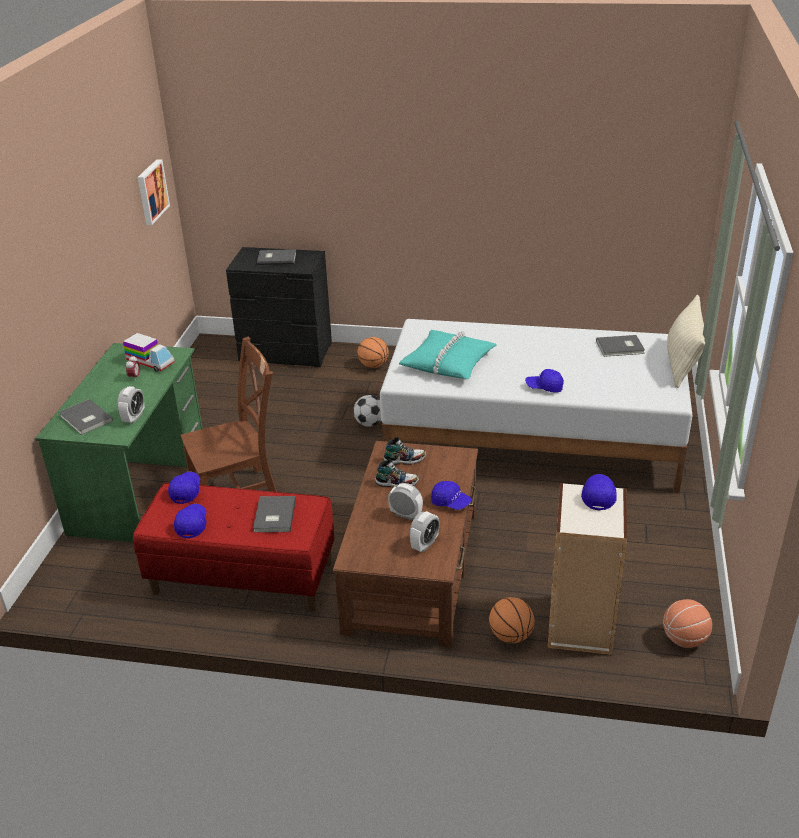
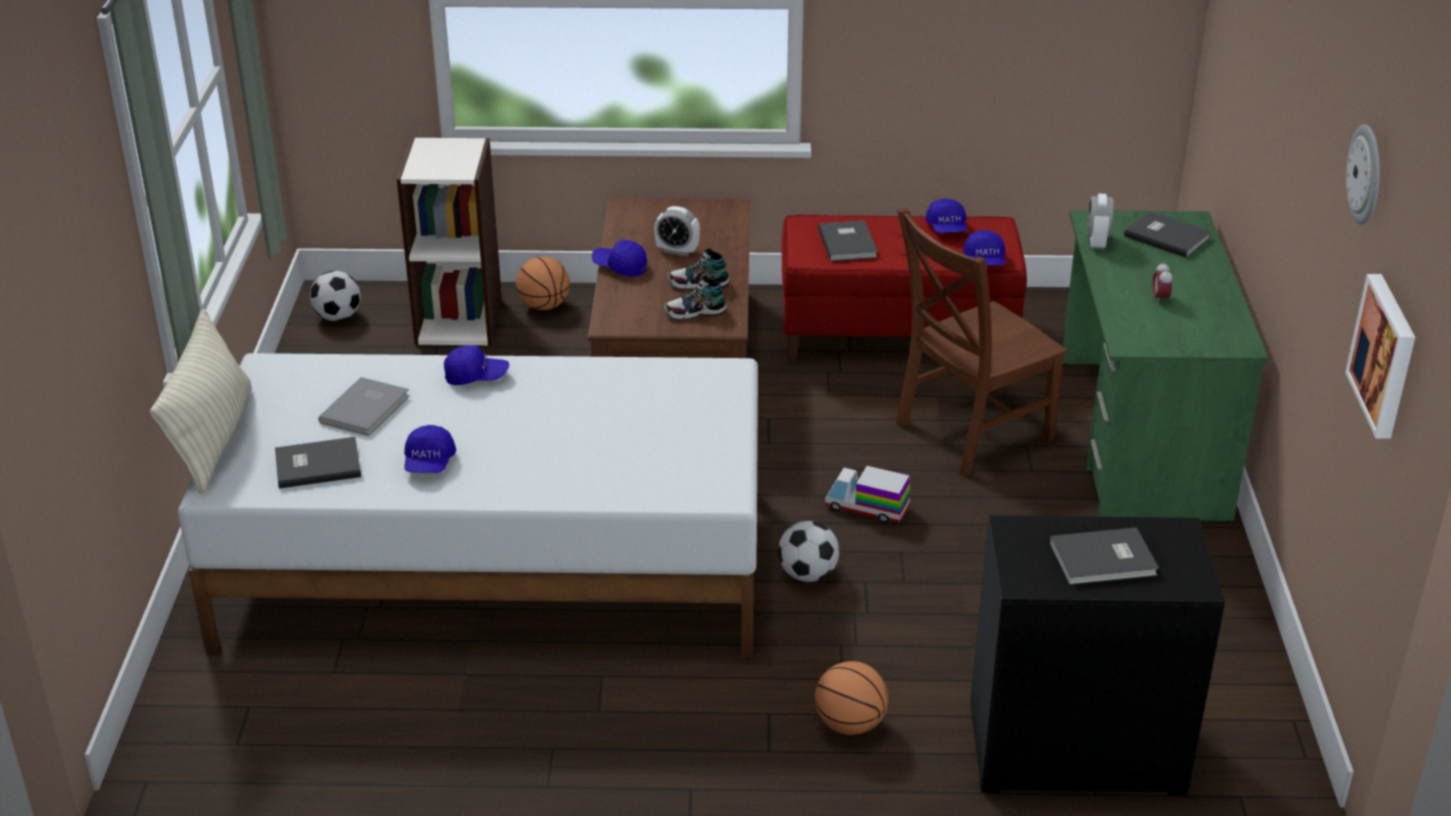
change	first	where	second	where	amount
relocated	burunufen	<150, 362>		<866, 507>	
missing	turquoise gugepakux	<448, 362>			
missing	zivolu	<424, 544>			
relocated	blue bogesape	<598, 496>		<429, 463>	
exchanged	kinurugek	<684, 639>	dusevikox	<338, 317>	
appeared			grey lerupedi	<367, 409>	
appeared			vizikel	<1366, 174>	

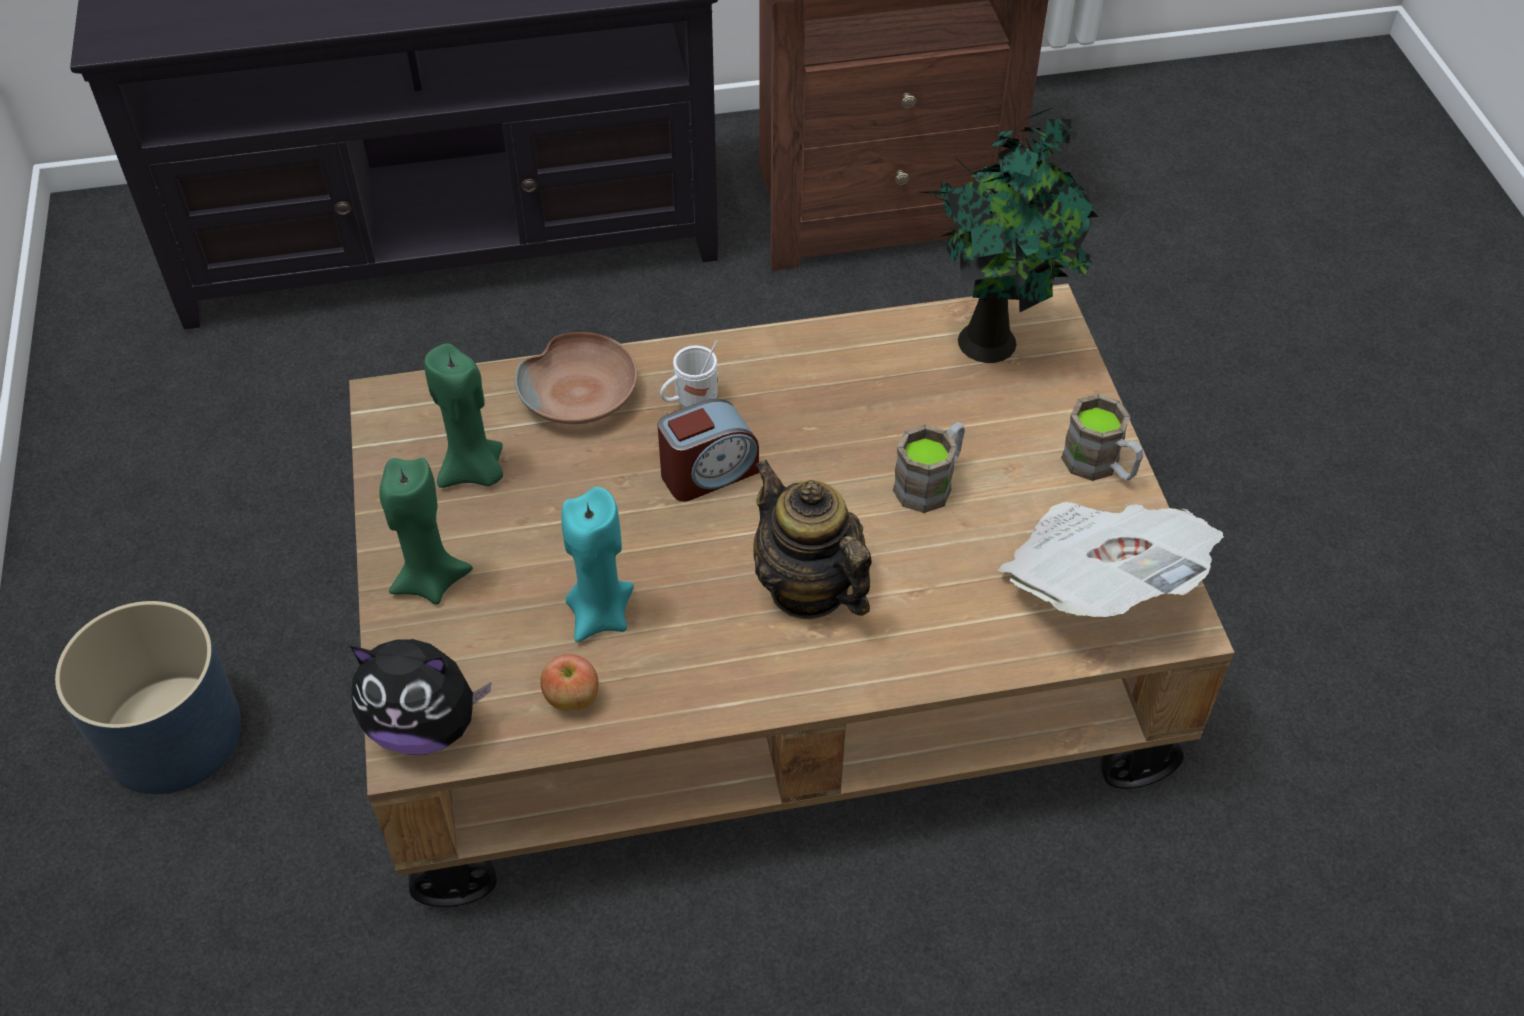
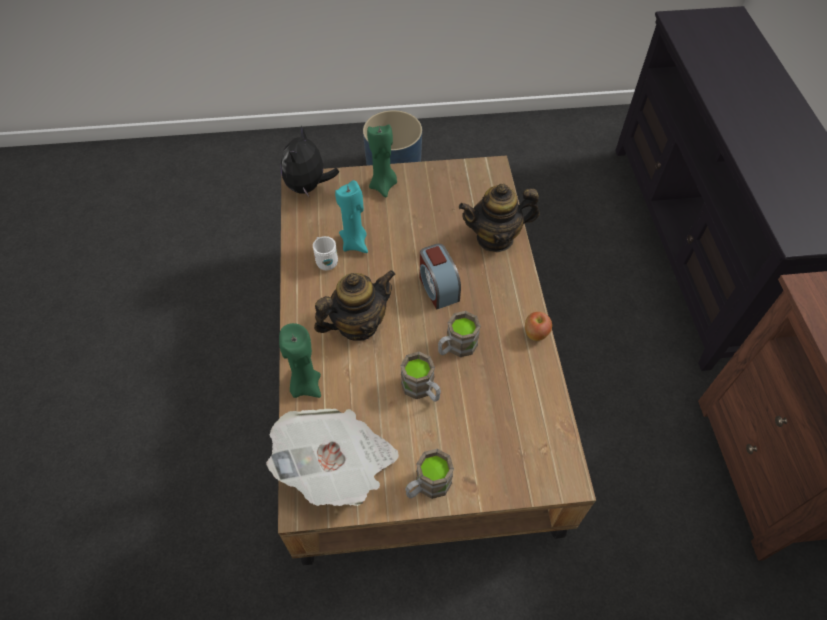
change	first	where	second	where	amount
relocated	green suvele	<475, 472>		<305, 385>	
exchanged	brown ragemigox	<581, 394>	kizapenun	<495, 238>	
relocated	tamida	<572, 700>		<535, 334>	
relocated	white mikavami	<690, 402>		<325, 261>	
missing	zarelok	<993, 341>			
appeared			brown mikavami	<456, 347>	

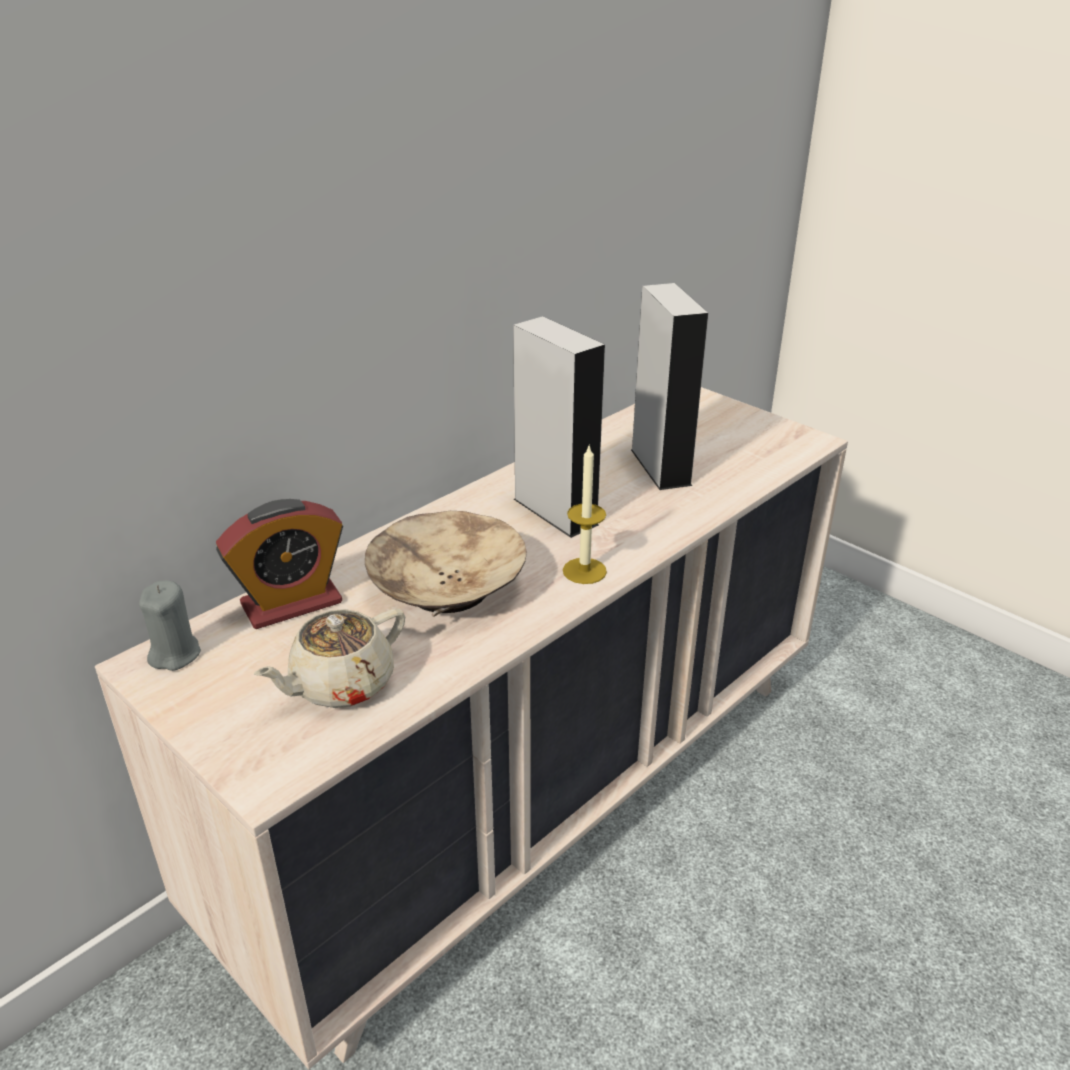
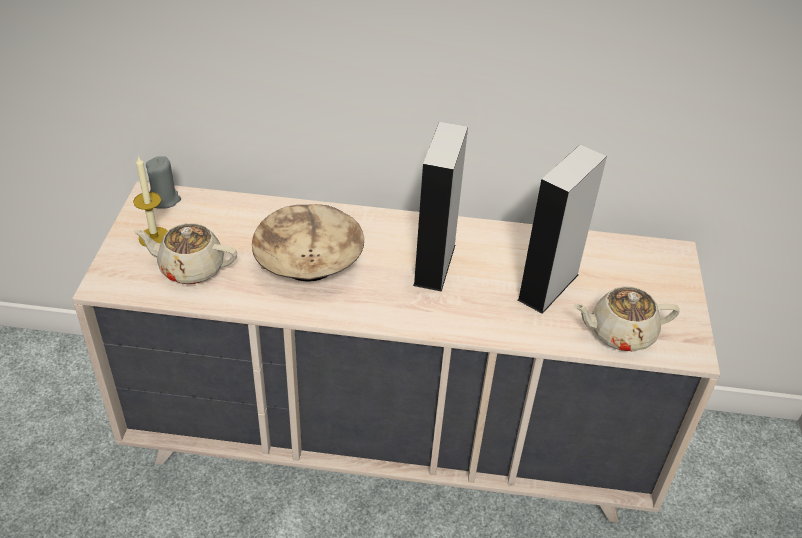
change	first	where	second	where	amount
missing	zivolu	<291, 603>			
relocated	suvele	<584, 571>		<154, 237>	
appeared			beige kizapenun	<620, 333>	

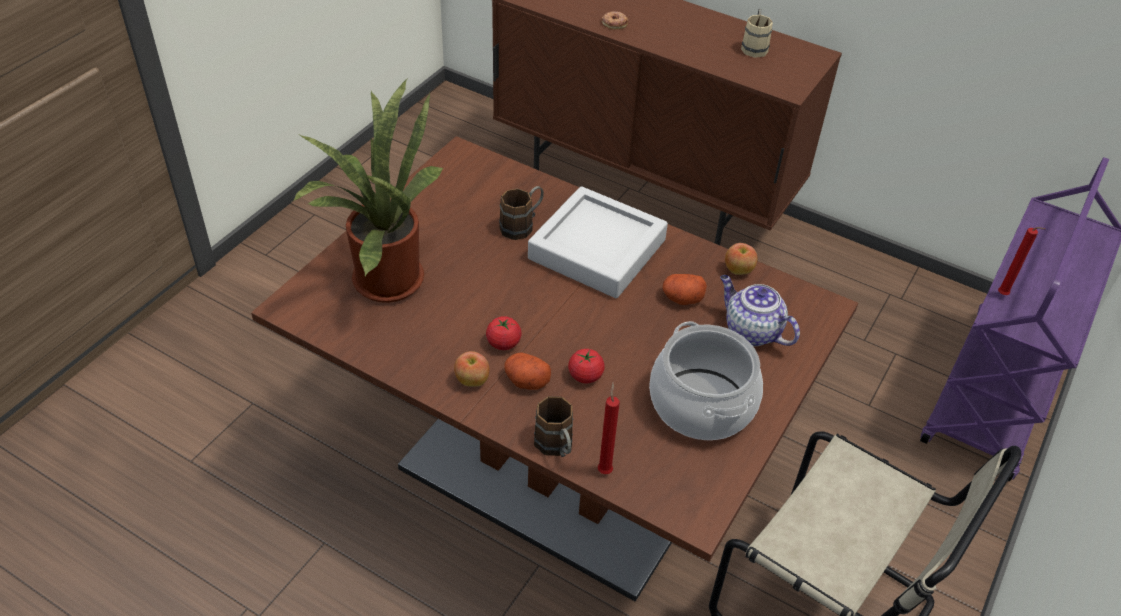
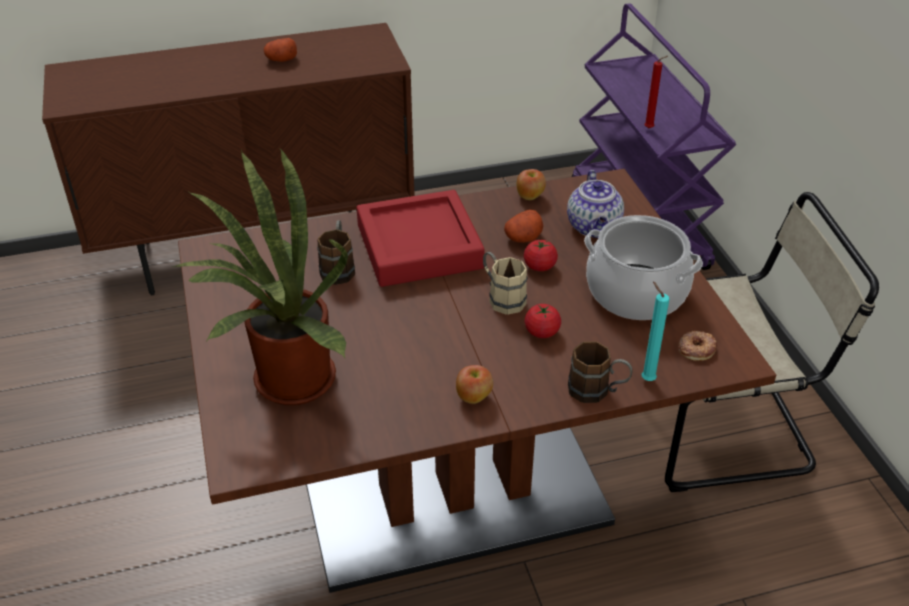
change	first	where	second	where	amount
relocated	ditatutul	<503, 343>		<539, 266>	
relocated	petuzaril	<526, 380>		<281, 60>	
colour	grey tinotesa	<597, 249>	red tinotesa	<419, 246>	
colour	red suvele	<605, 469>	turquoise suvele	<646, 379>	
relocated	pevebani	<614, 23>		<696, 348>	
spun	kizapenun	<751, 331>		<594, 227>	90 degrees counterclockwise
relocated	beige mikavami	<754, 46>		<501, 297>	

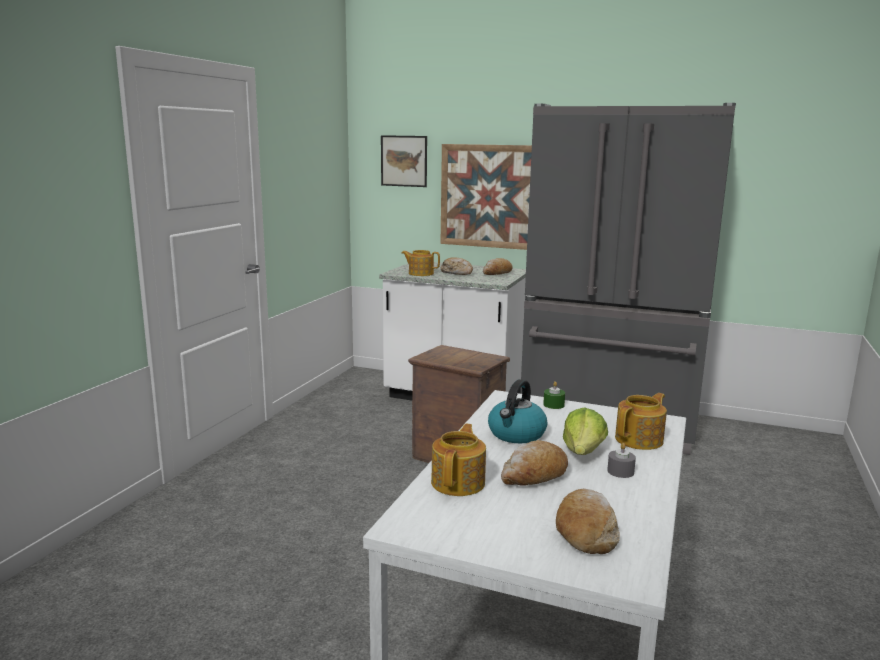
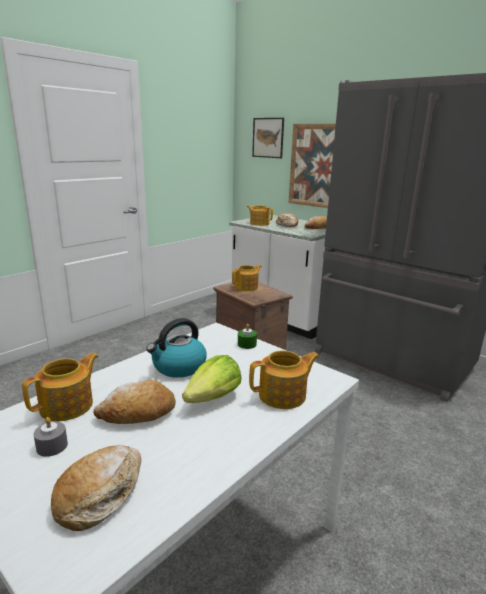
change	first	where	second	where	amount
relocated	grey suvele	<620, 471>		<52, 446>	
appeared			kizapenun	<247, 287>	

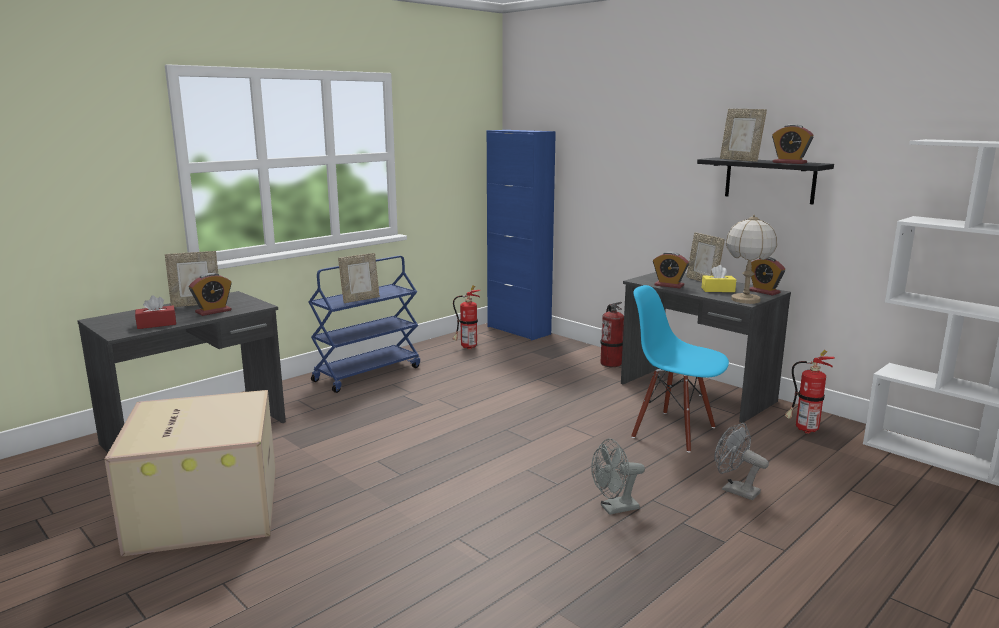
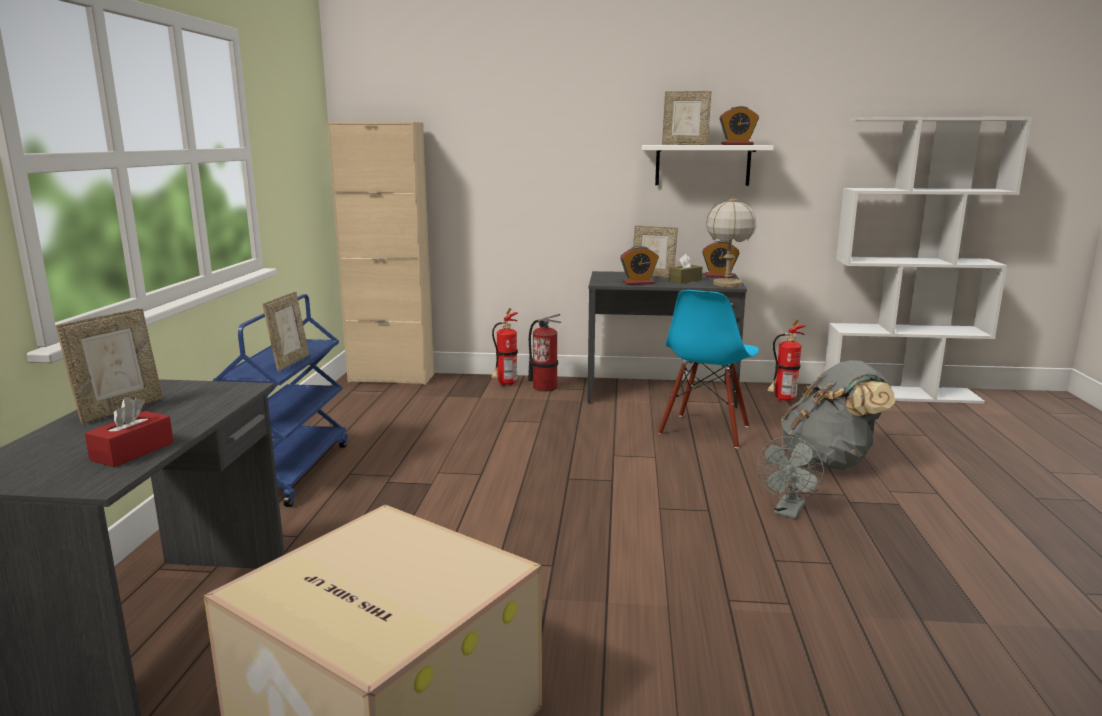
change	first	where	second	where	amount
missing	zivolu	<213, 311>			
relocated	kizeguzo	<466, 347>		<505, 384>	
colour	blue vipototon	<518, 330>	beige vipototon	<391, 378>	
spun	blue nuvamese	<673, 431>		<705, 431>	60 degrees counterclockwise
colour	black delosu	<769, 180>	white delosu	<702, 165>	
colour	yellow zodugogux	<718, 290>	brown zodugogux	<685, 280>	
exchanged	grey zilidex	<734, 490>	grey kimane	<830, 462>	

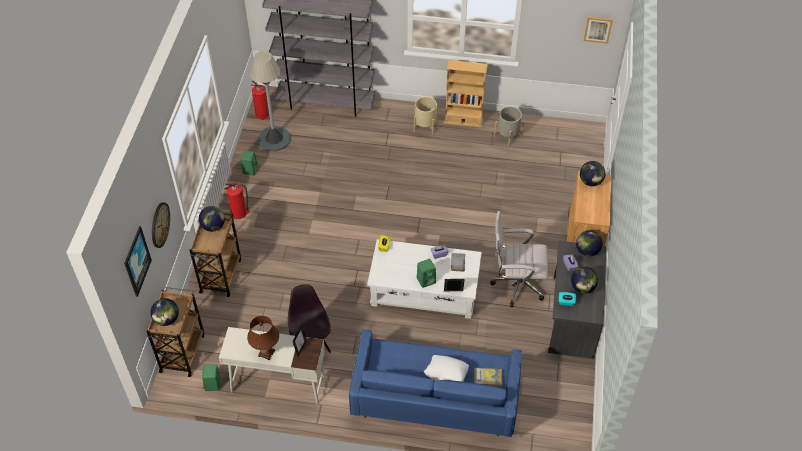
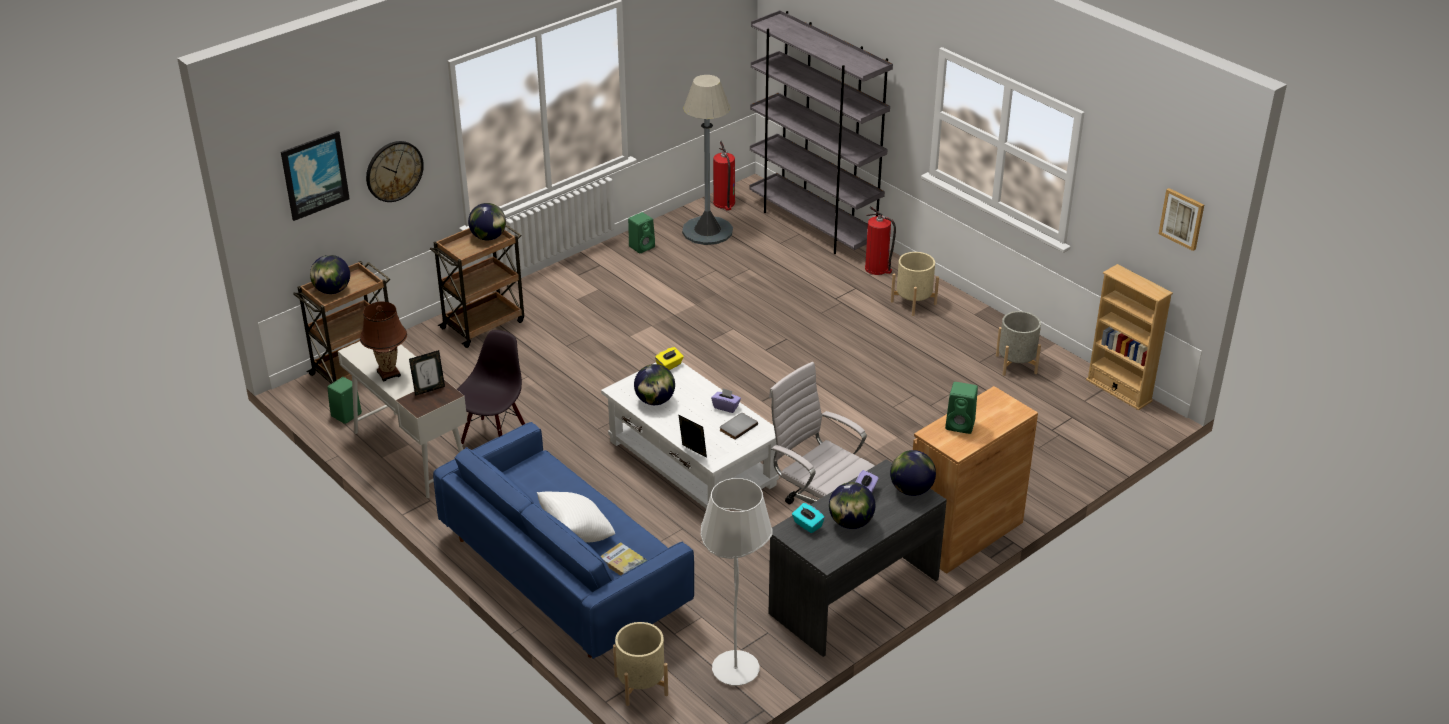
change	first	where	second	where	amount
relocated	kizeguzo	<239, 213>		<877, 269>	
relocated	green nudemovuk	<426, 280>		<961, 425>	
relocated	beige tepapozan	<463, 121>		<1119, 390>	
relocated	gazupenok	<590, 182>		<655, 401>	
appeared			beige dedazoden	<641, 685>	
appeared			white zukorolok	<736, 670>	

